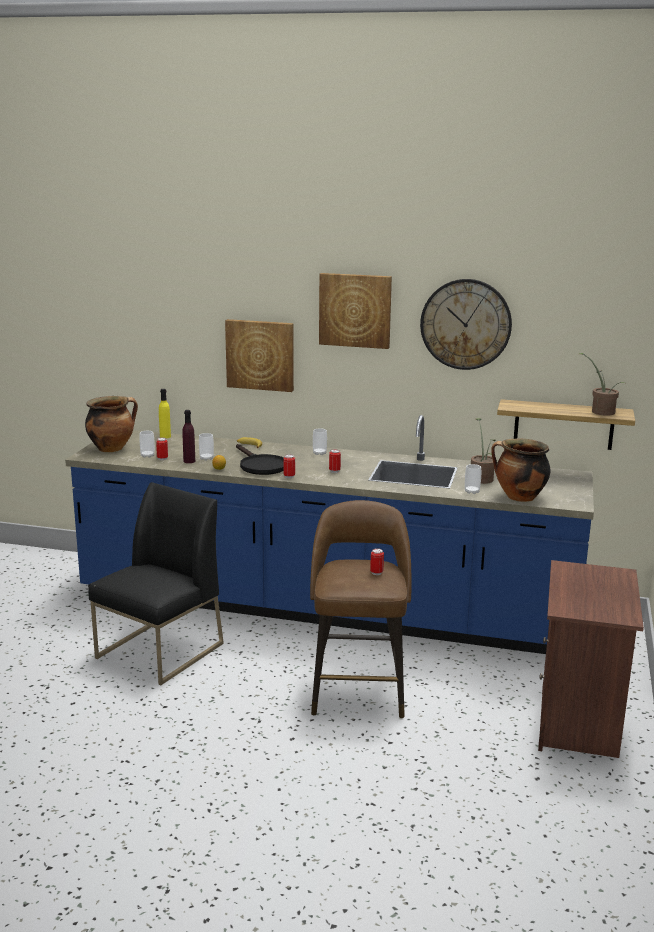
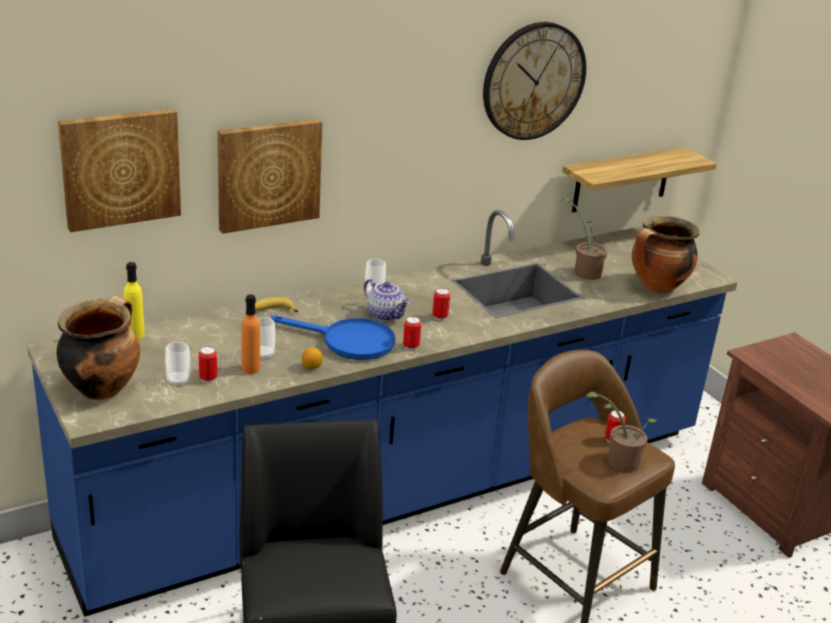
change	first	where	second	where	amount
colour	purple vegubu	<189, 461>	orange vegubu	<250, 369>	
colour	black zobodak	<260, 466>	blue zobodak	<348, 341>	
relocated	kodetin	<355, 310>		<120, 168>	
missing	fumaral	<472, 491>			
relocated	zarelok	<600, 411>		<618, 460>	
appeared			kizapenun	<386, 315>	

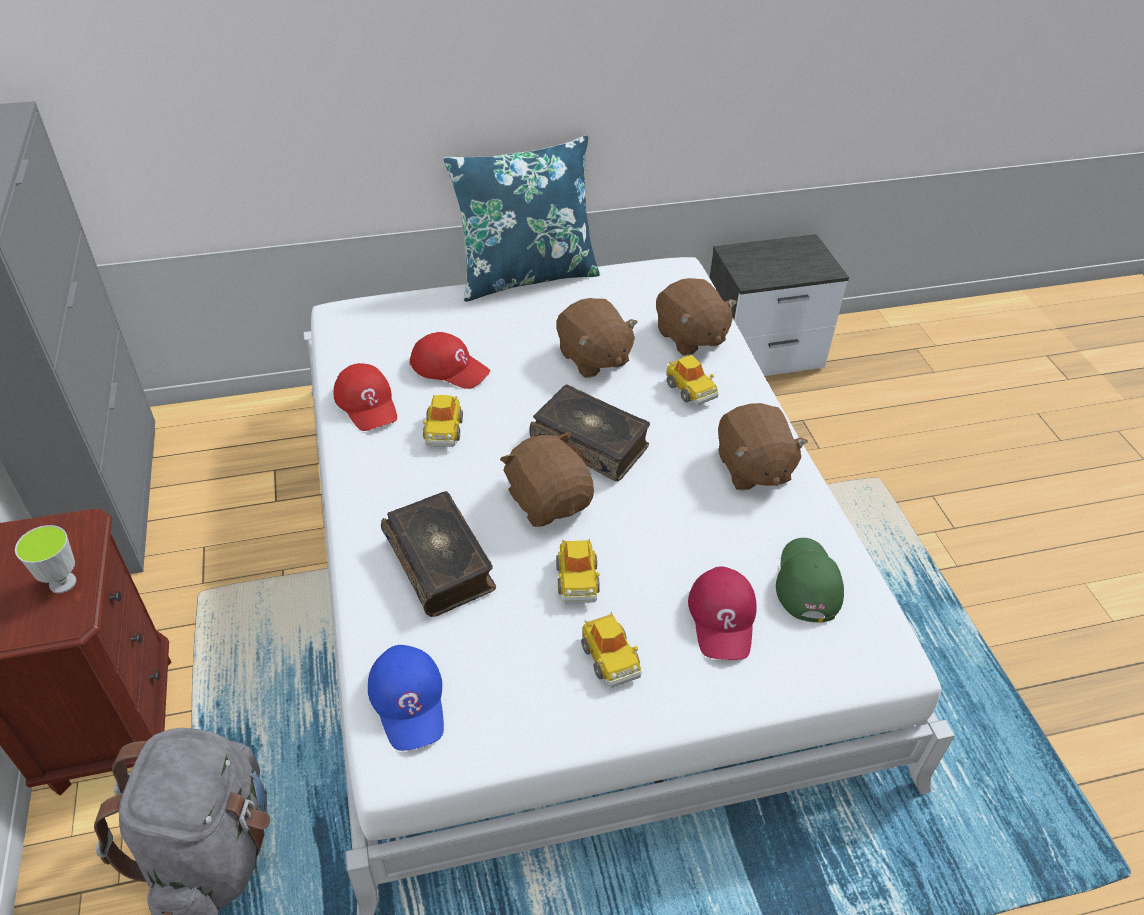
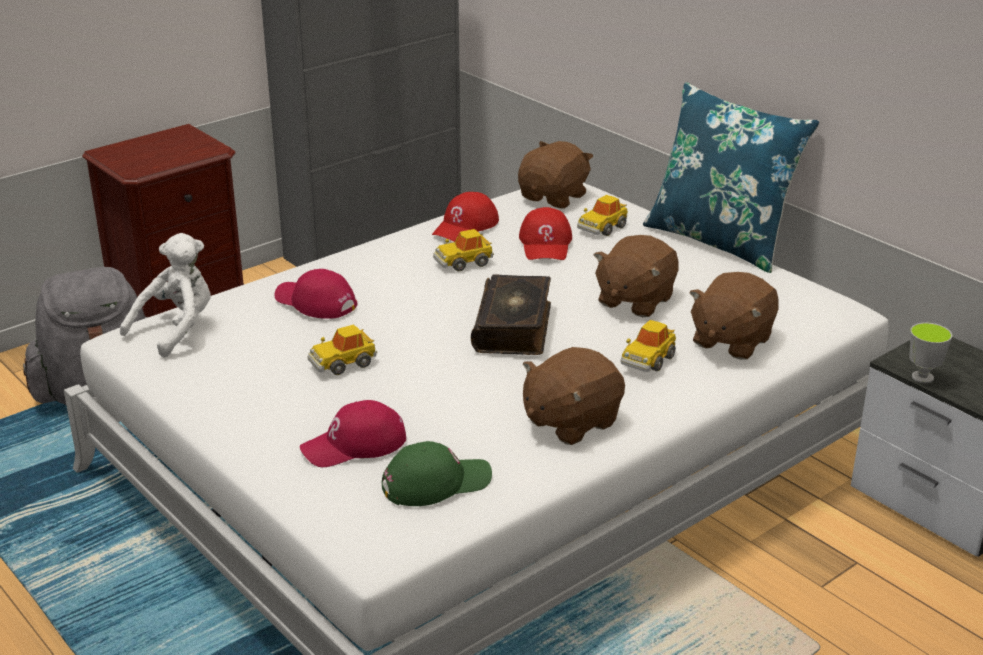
change	first	where	second	where	amount
relocated	fumaral	<63, 583>		<922, 377>	
exchanged	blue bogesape	<409, 700>	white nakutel	<177, 329>	
exchanged	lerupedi	<440, 563>	red bogesape	<315, 302>	
relocated	brown nakutel	<549, 501>		<554, 197>	
relocated	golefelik	<610, 657>		<602, 227>	

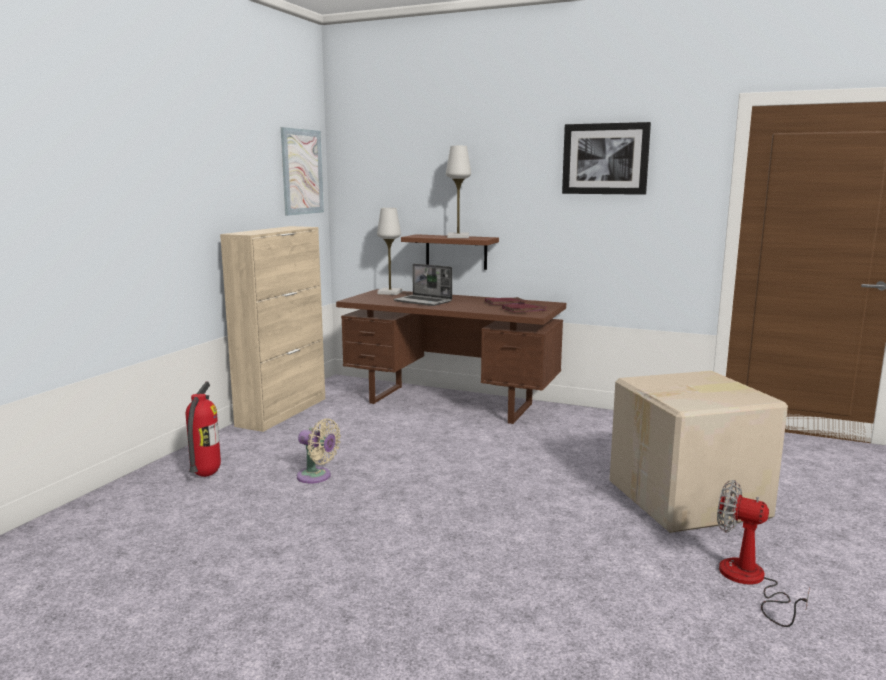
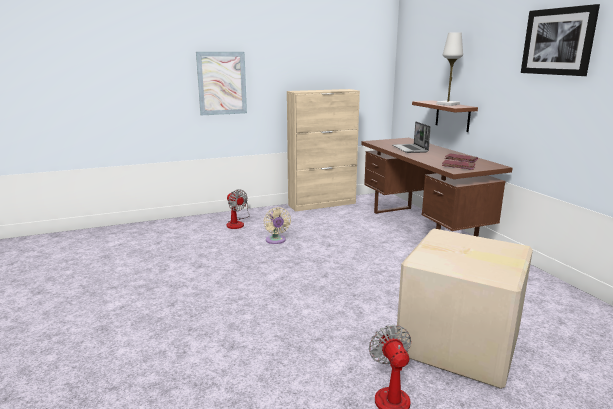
change	first	where	second	where	amount
exchanged	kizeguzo	<205, 475>	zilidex	<237, 223>	
relocated	kodetin	<302, 172>		<222, 83>	
missing	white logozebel	<390, 293>			

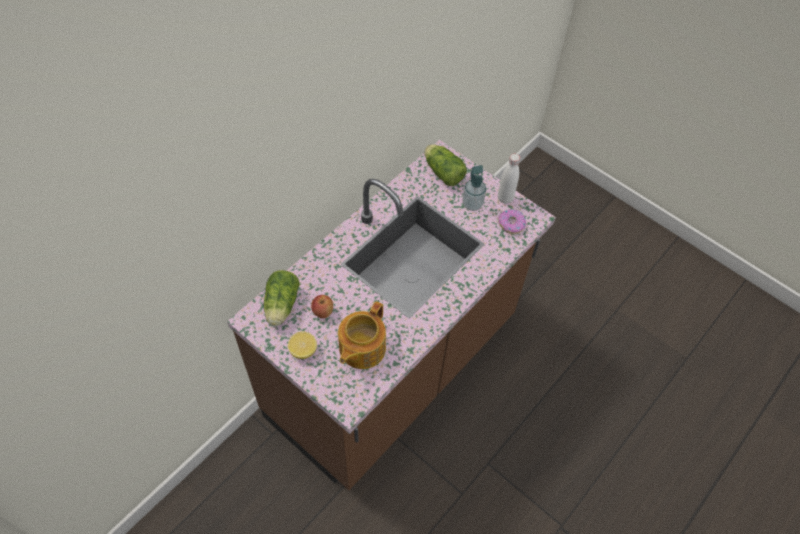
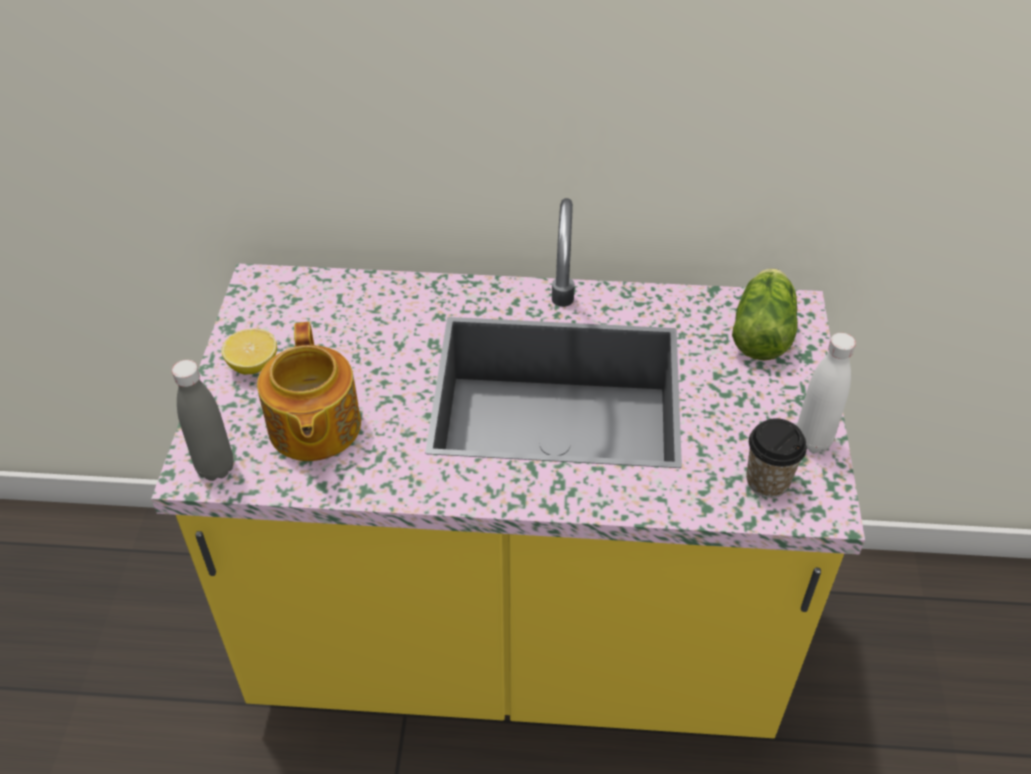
change	first	where	second	where	amount
colour	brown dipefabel	<394, 370>	yellow dipefabel	<515, 642>	
missing	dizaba	<281, 306>			
missing	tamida	<323, 312>			
spun	kizapenun	<361, 348>		<313, 428>	90 degrees counterclockwise
missing	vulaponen	<472, 204>			
exchanged	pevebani	<511, 224>	fumaral	<767, 481>	
appeared			grey vegubu	<215, 468>	

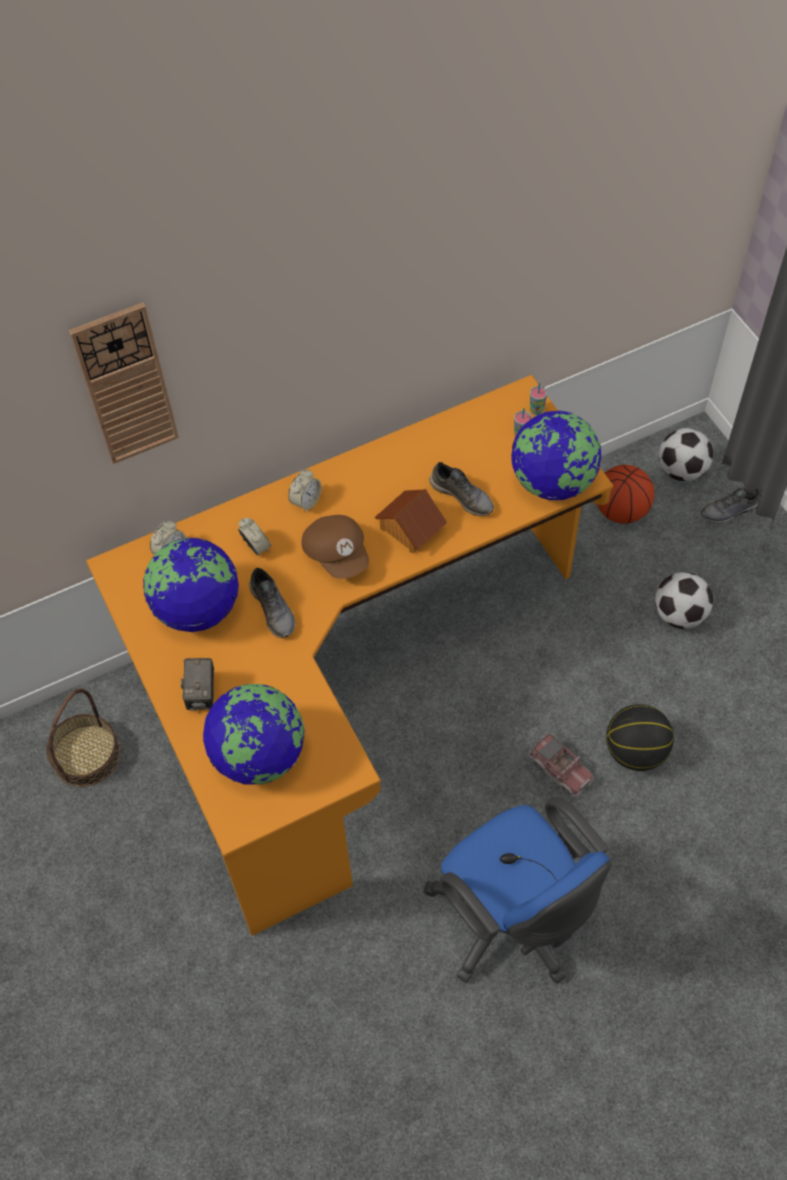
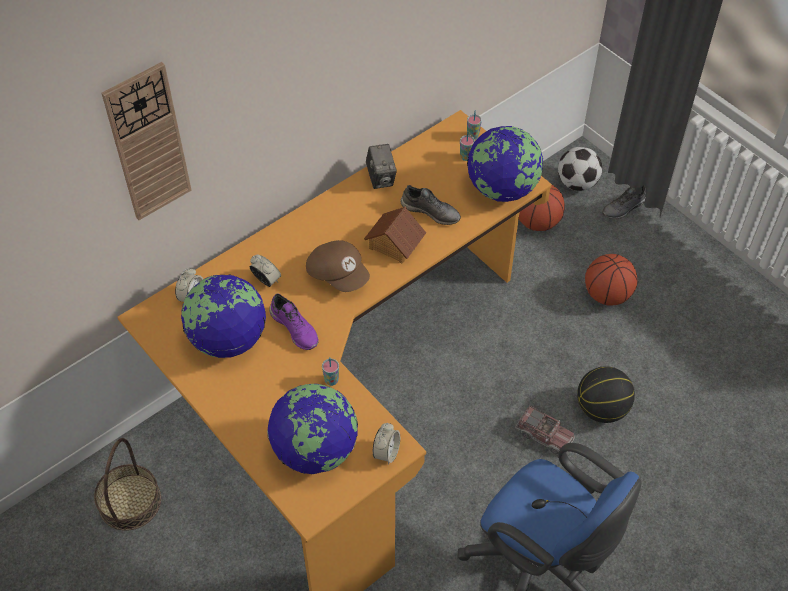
change	first	where	second	where	amount
relocated	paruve	<202, 694>		<381, 178>	
colour	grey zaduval	<274, 609>	purple zaduval	<295, 328>	
relocated	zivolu	<306, 501>		<386, 453>	
exchanged	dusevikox	<679, 614>	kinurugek	<606, 295>	
appeared			fumaral	<331, 380>	

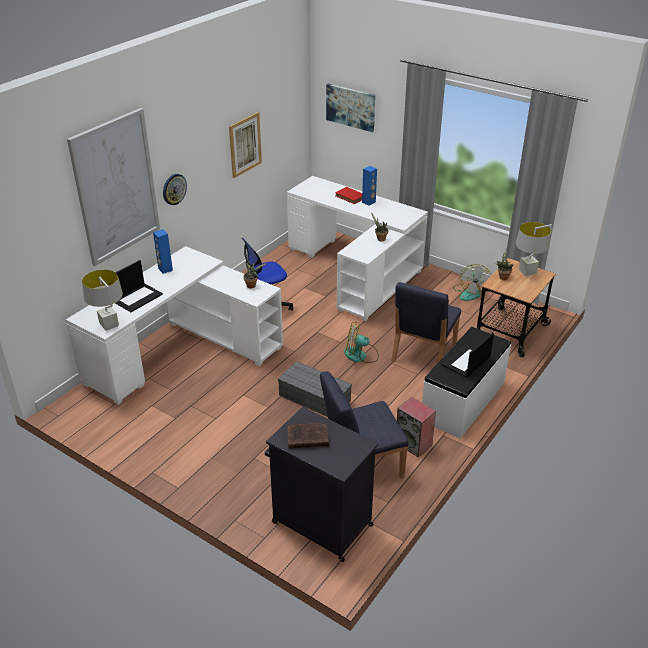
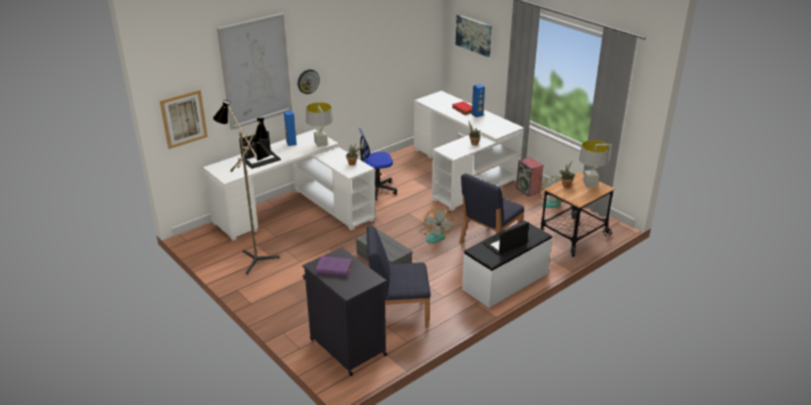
change	first	where	second	where	amount
relocated	grey logozebel	<109, 325>		<321, 144>	
relocated	kodetin	<245, 145>		<184, 119>	
colour	brown lerupedi	<306, 438>	purple lerupedi	<333, 268>	
spun	zilidex	<360, 355>		<435, 235>	105 degrees counterclockwise
relocated	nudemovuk	<414, 444>		<528, 190>	
appeared			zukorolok	<260, 259>	

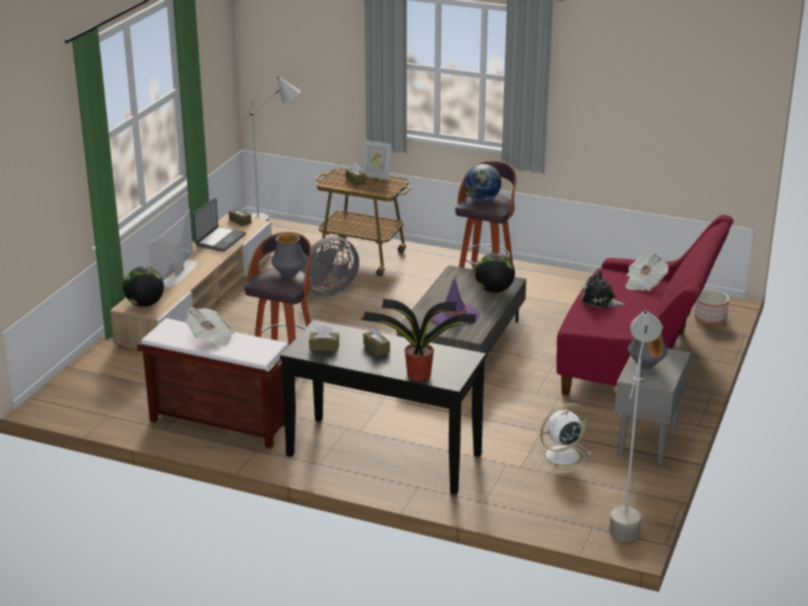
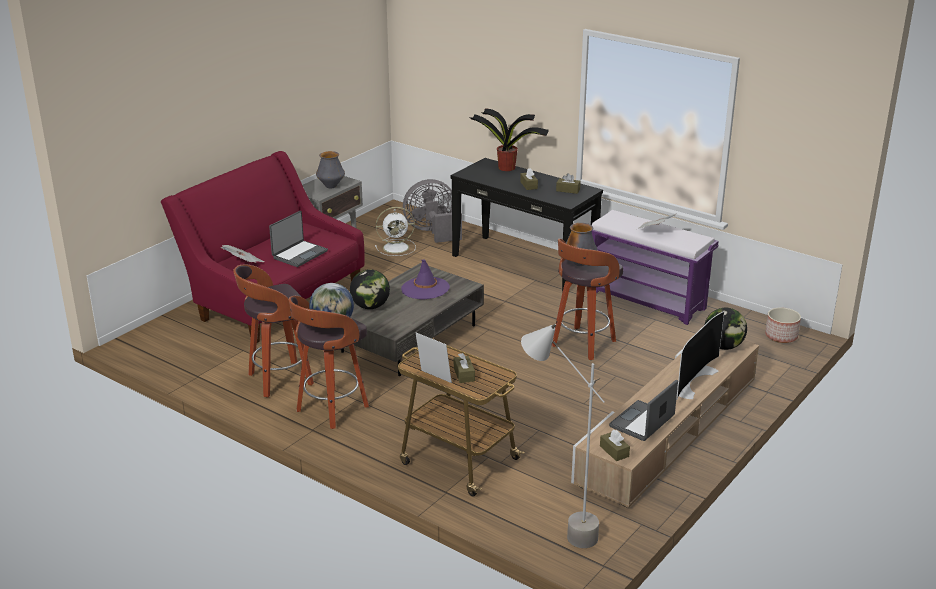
change	first	where	second	where	amount
colour	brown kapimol	<219, 422>	purple kapimol	<647, 300>	
relocated	grey zilidex	<324, 291>		<433, 232>	
exchanged	nakutel	<600, 300>	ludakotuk	<299, 254>	
missing	grey zukorolok	<626, 517>			
relocated	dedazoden	<710, 318>		<781, 336>	
appeared			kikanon	<278, 380>	

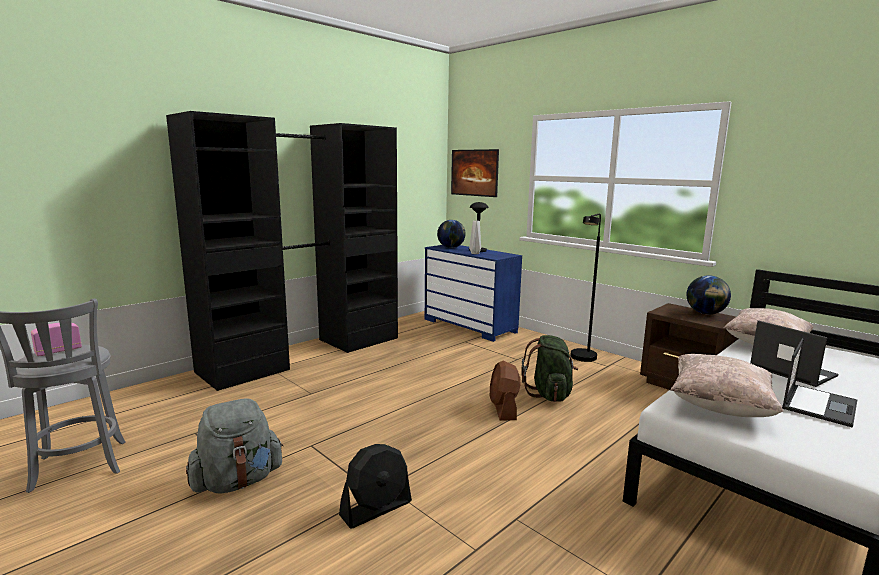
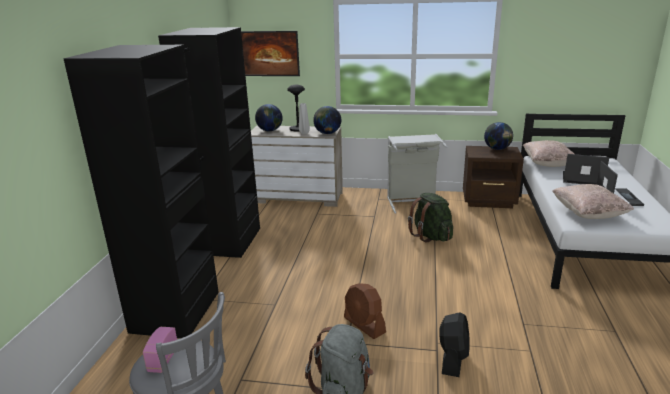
change	first	where	second	where	amount
colour	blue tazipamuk	<470, 325>	beige tazipamuk	<298, 197>	
relocated	brown zilidex	<503, 409>		<364, 325>	
exchanged	black zukorolok	<582, 359>	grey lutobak	<413, 201>	
appeared			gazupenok	<327, 133>	

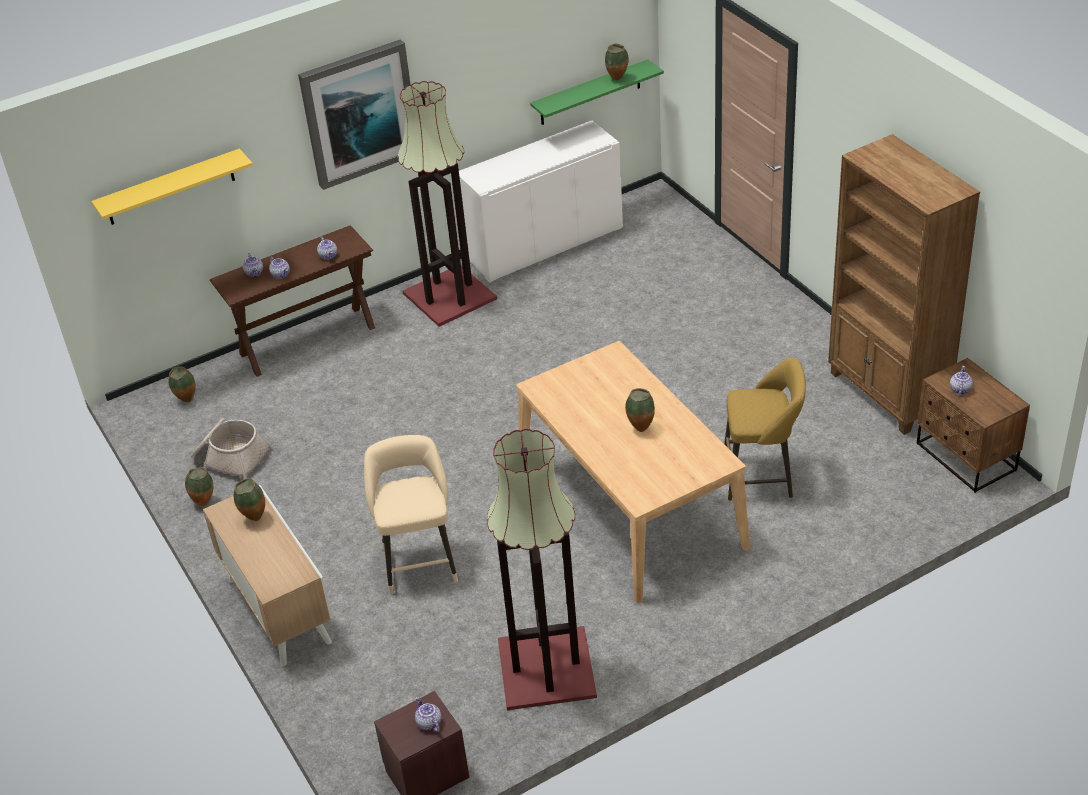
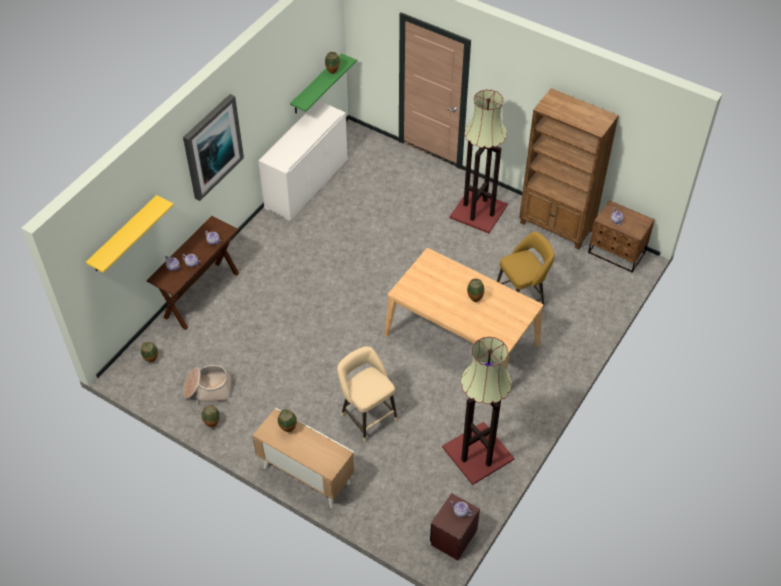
change	first	where	second	where	amount
relocated	zukorolok	<451, 296>		<479, 211>	

